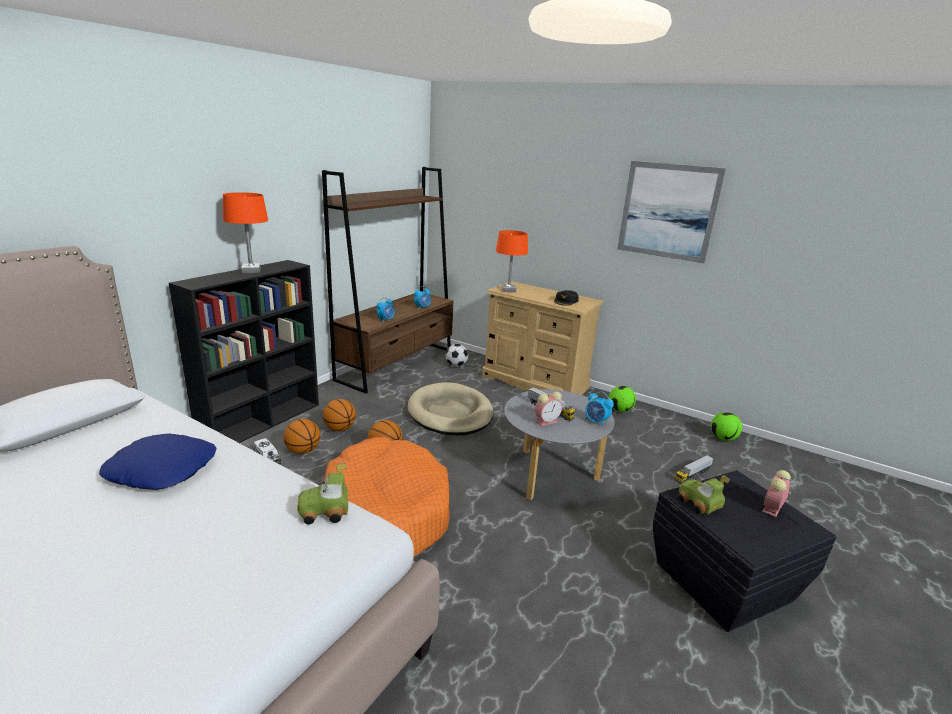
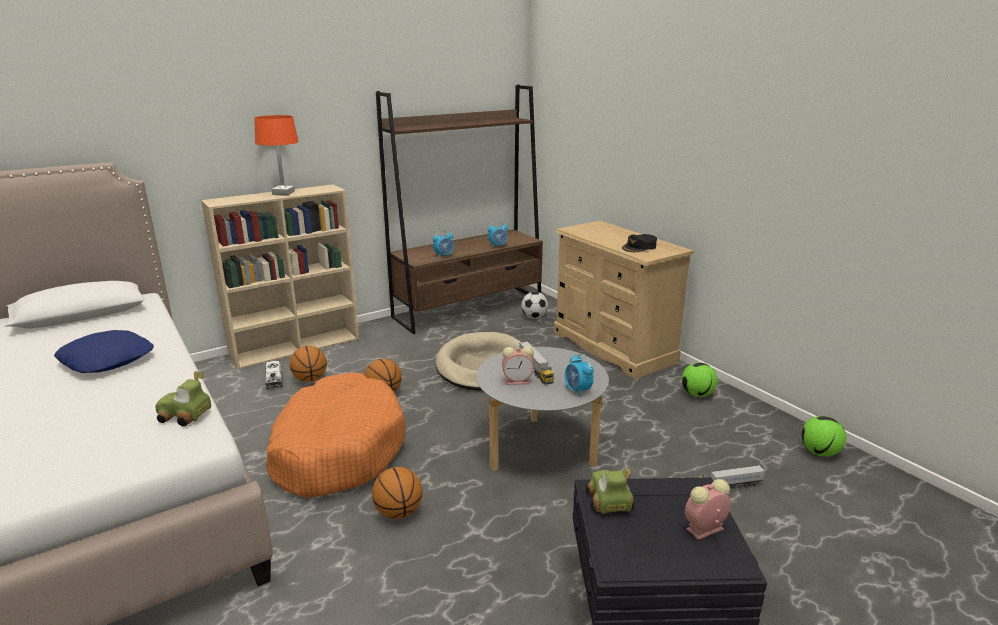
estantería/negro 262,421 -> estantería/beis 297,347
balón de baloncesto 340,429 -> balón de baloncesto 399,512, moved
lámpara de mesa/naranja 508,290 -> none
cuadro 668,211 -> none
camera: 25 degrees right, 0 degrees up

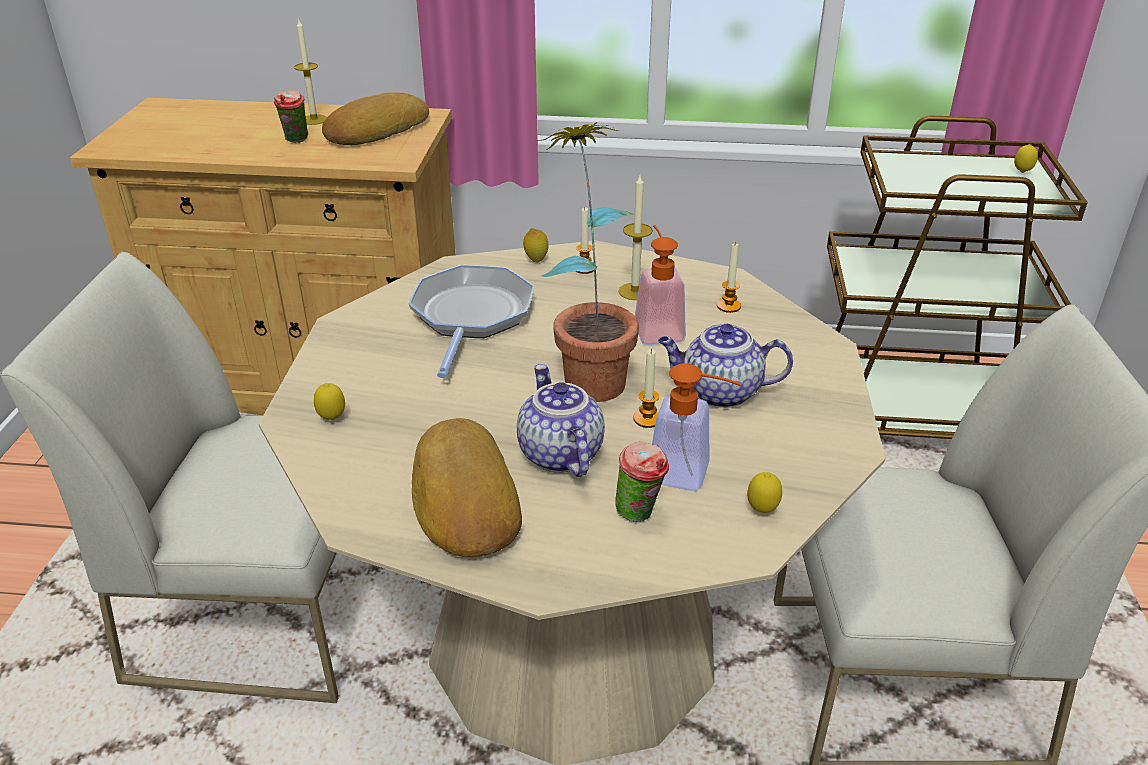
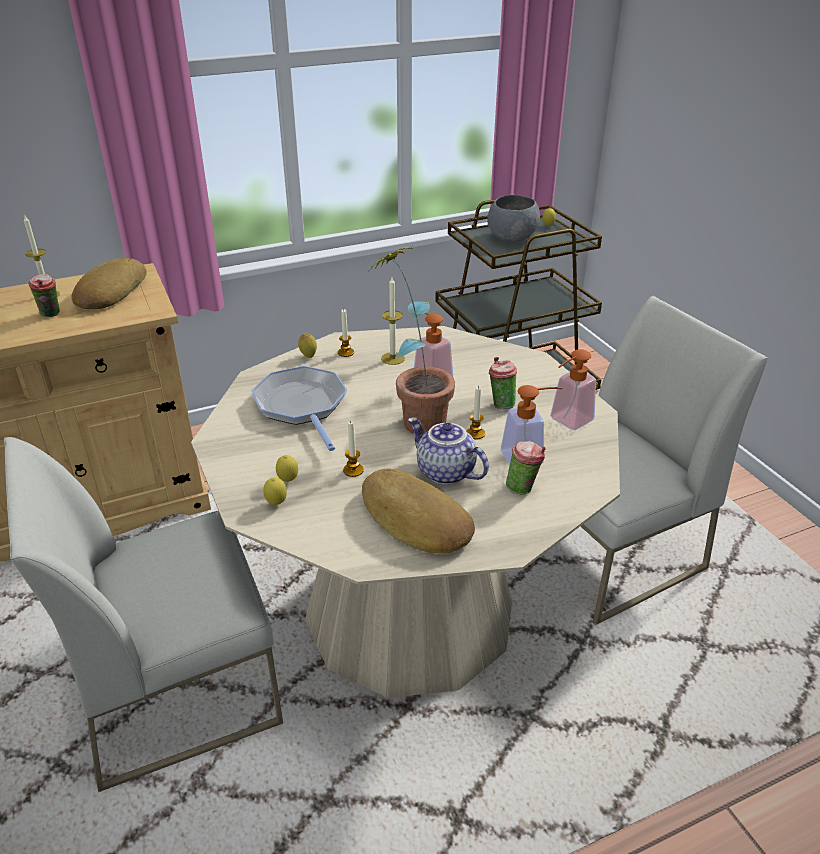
limón 762,511 -> limón 288,481, moved
vela 728,306 -> vela 353,470, moved
none -> cuenco/gris 511,238
tetera 719,392 -> taza 500,404
none -> dispensador de jabón 566,422
camera: 30 degrees left, 0 degrees up

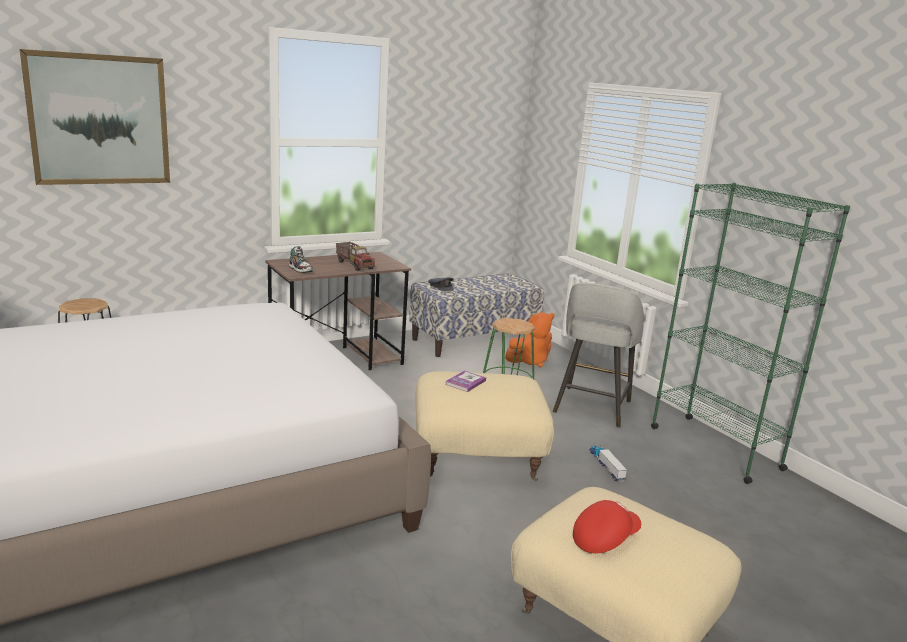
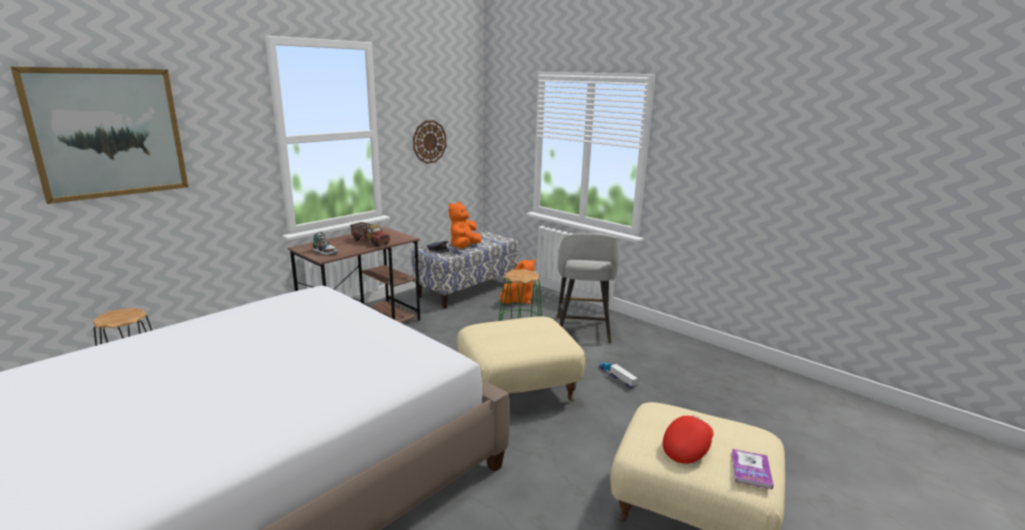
none -> reloj de pared 429,142
none -> peluche/naranja 464,247
libro 465,382 -> libro 751,470, moved
estantería/verde 714,447 -> none
camera: 15 degrees left, 0 degrees up

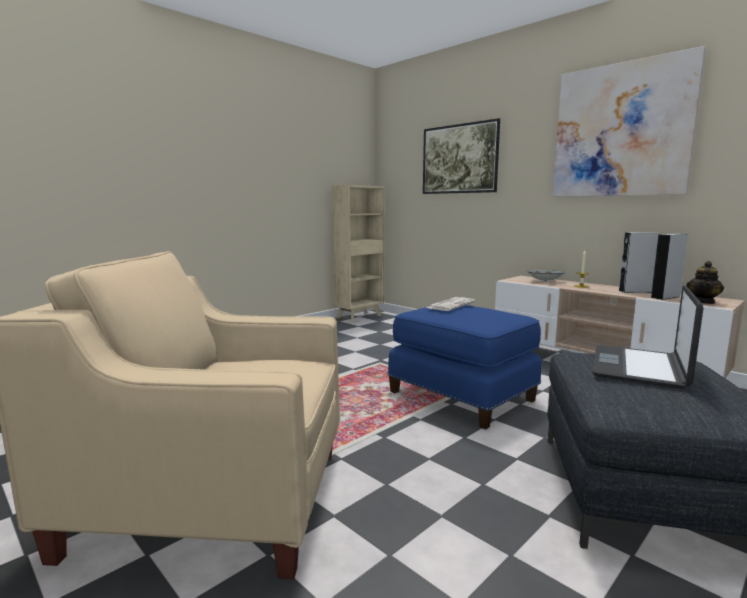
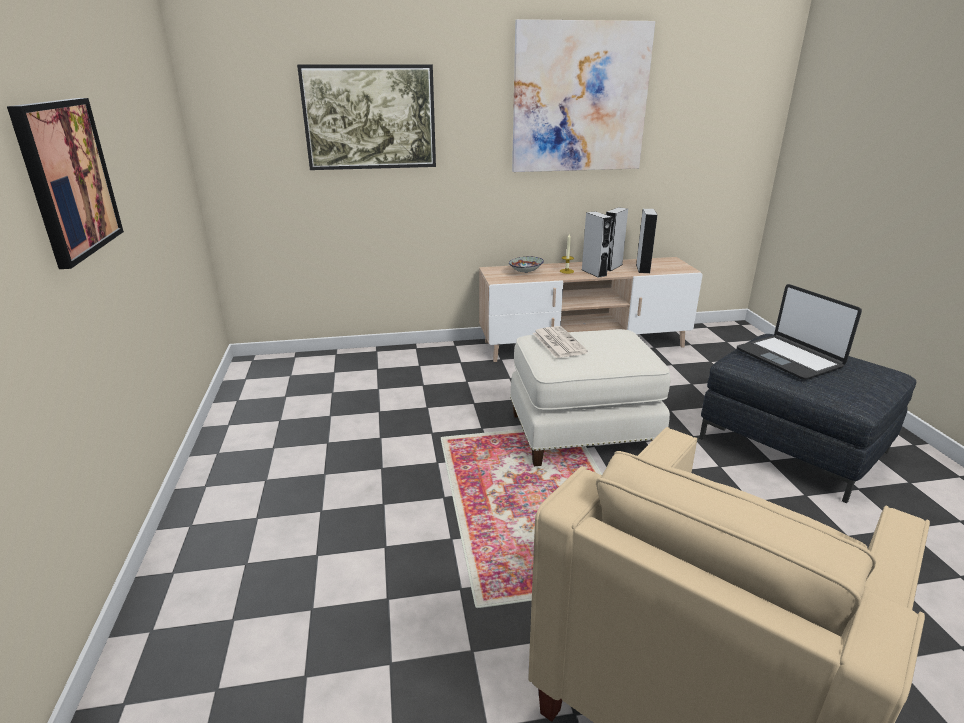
none -> cuadro 68,179
puf/azul 462,395 -> puf/blanco 582,432
none -> altavoz/gris 594,272
estantería/beis 360,317 -> none
tetera 703,301 -> none
camera: 55 degrees left, 15 degrees up

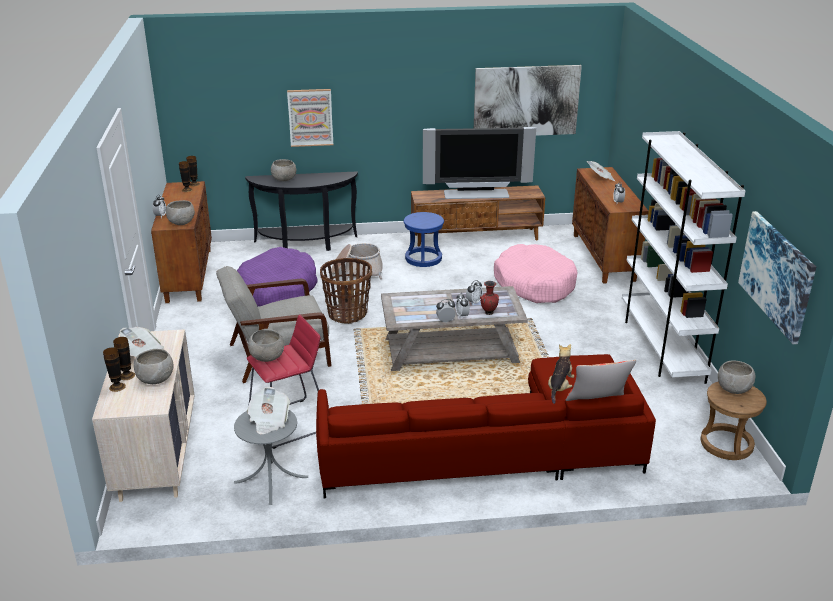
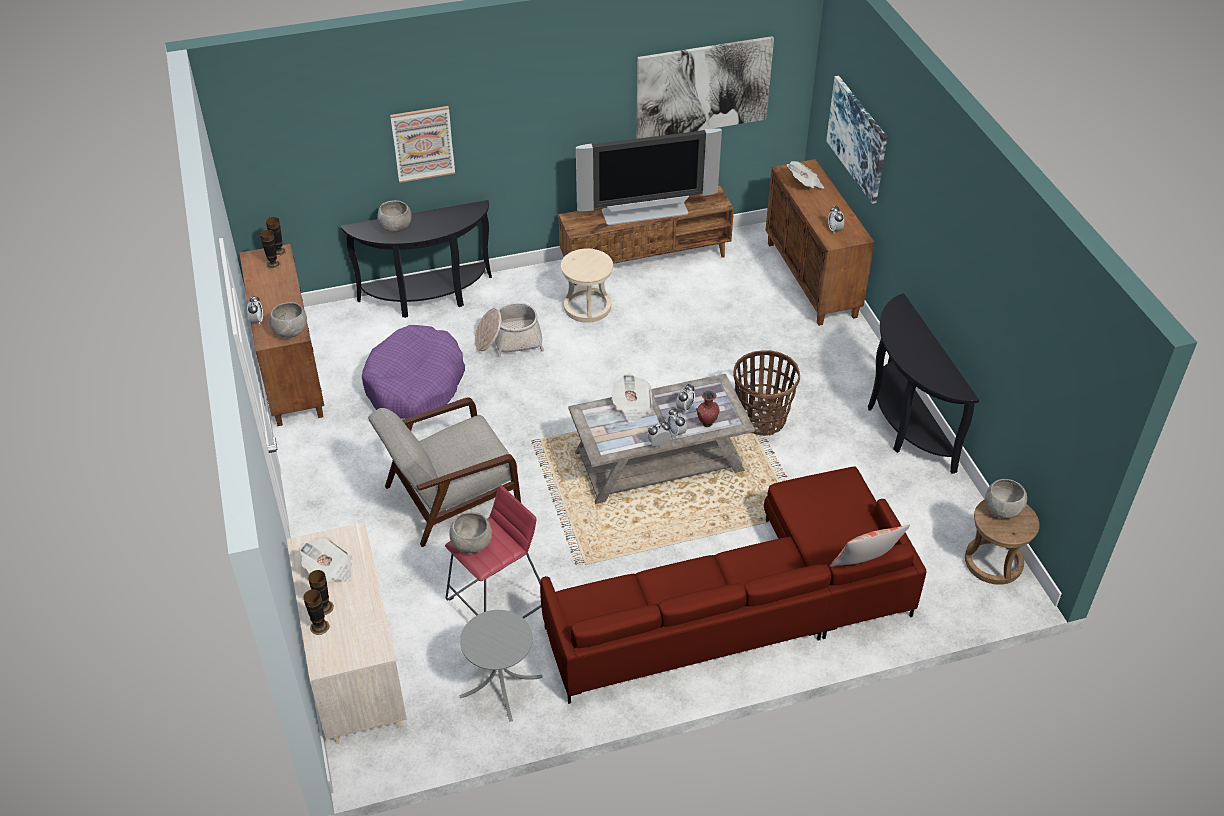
taburete/azul 423,258 -> taburete/beis 587,307
periódico 269,420 -> periódico 632,407, moved
cesta 347,314 -> cesta 761,419, moved
cuadro 777,275 -> cuadro 858,138, moved
estantería/blanco 661,347 -> mesa consola/negro 903,424
cuenco/gris 156,380 -> none
cama para perro/rosa 534,284 -> none
peluche 559,388 -> none
camera: 10 degrees left, 15 degrees up

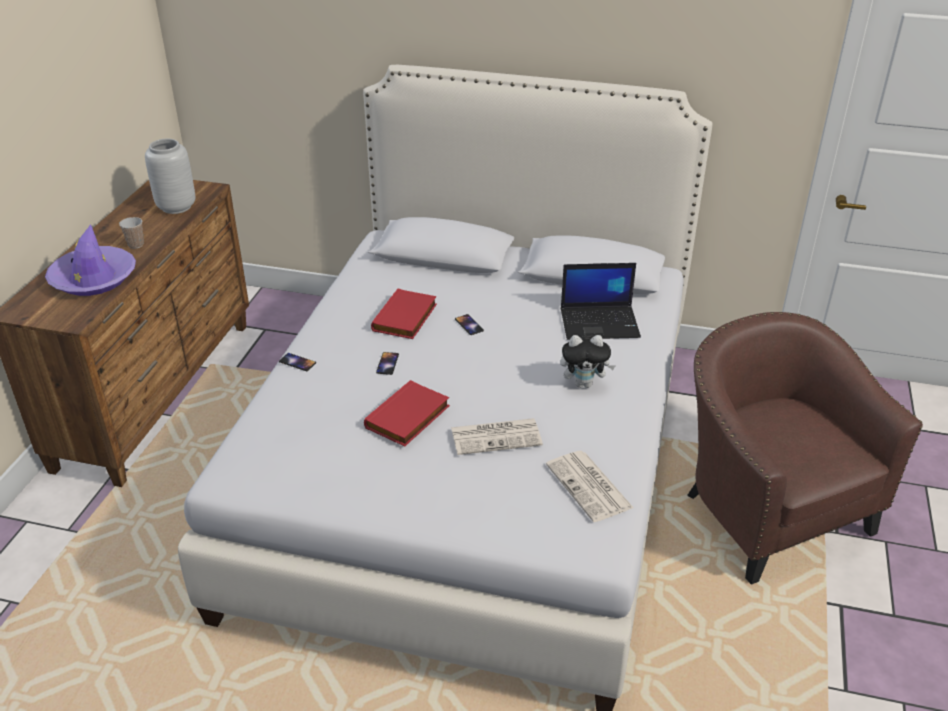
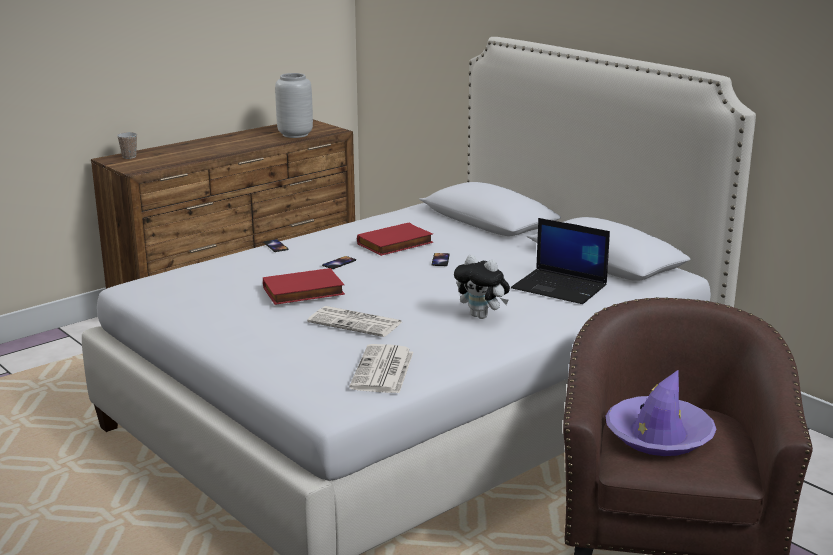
taza 136,245 -> taza 129,157, moved
sombrero/morado 93,279 -> sombrero/morado 659,436, moved
camera: 35 degrees right, 15 degrees down

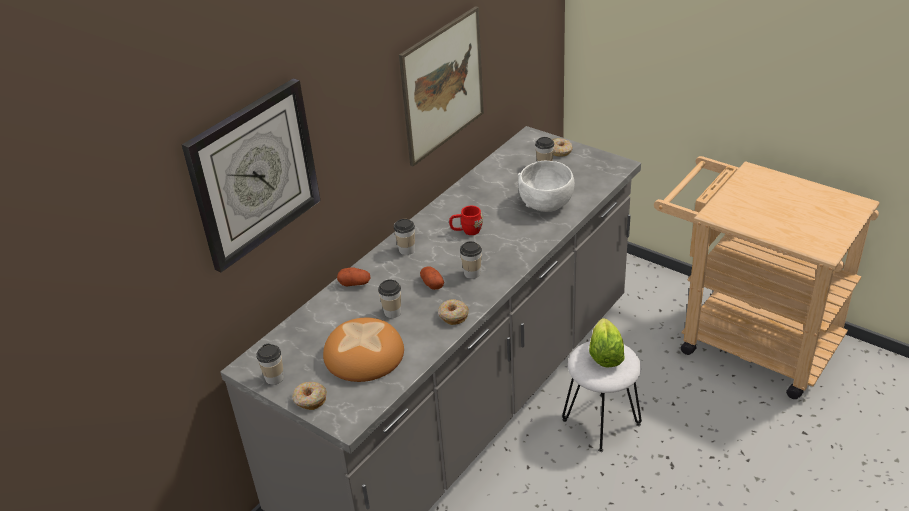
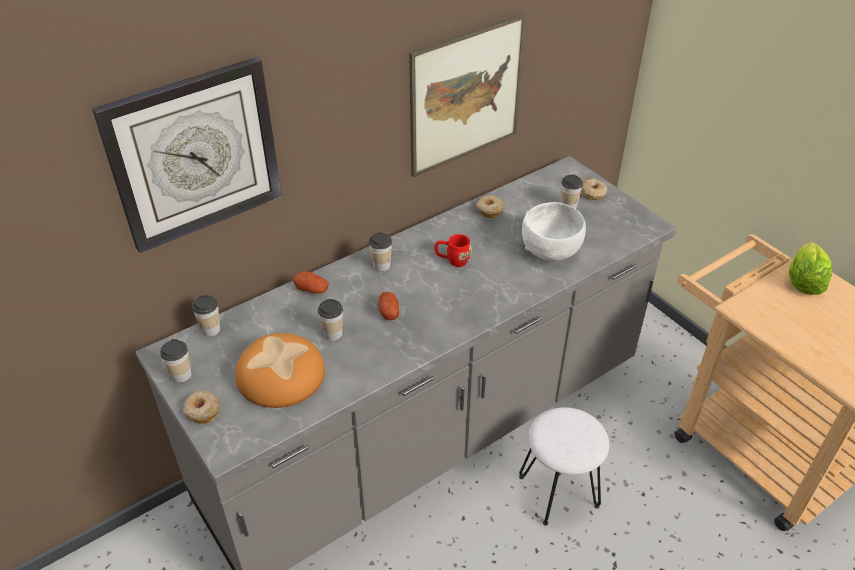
taza 472,273 -> taza 211,329, moved
rosquilla 453,316 -> rosquilla 489,210, moved
lechuga 605,355 -> lechuga 804,281, moved
camera: 15 degrees right, 5 degrees up

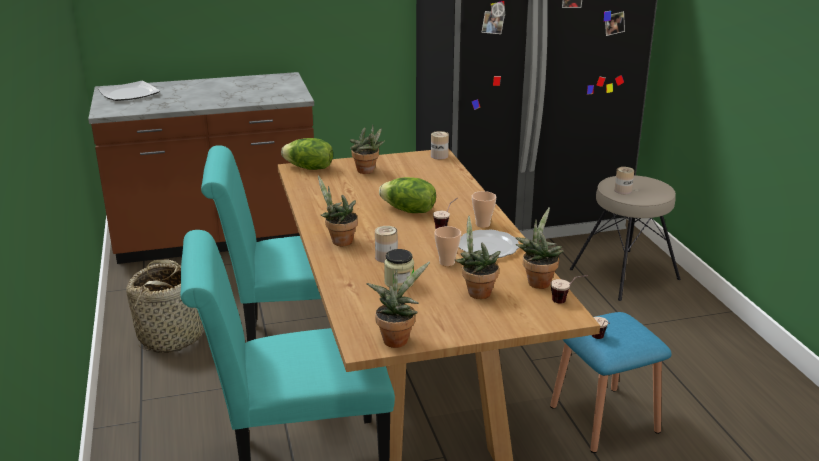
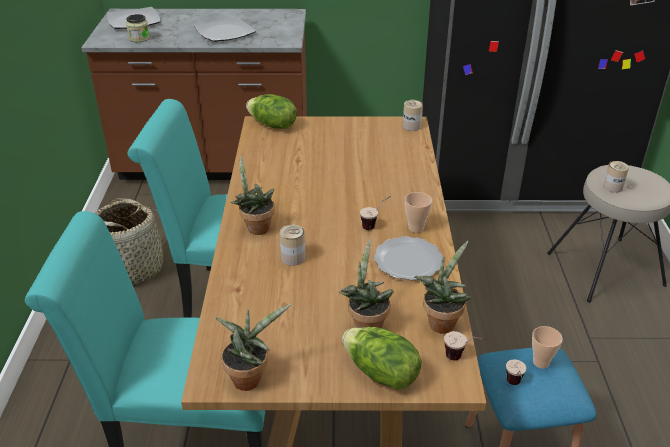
tarro 399,282 -> tarro 139,38, moved
none -> plato 224,32
lechuga 408,210 -> lechuga 380,373, moved
taza 447,262 -> taza 541,362, moved
planta en maceta 367,171 -> none
camera: 15 degrees right, 10 degrees up

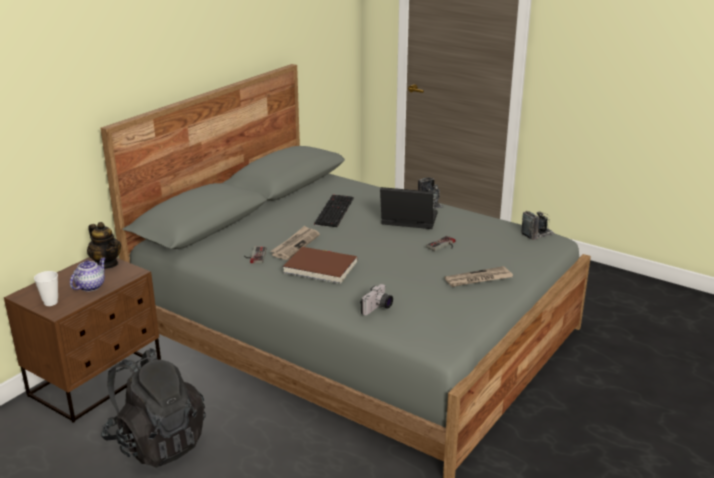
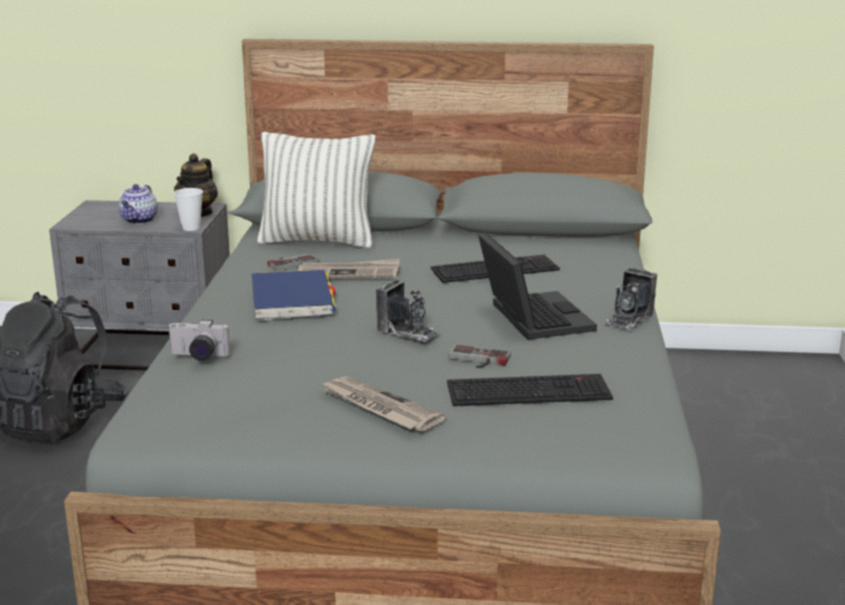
mesita de noche/marrón 97,381 -> mesita de noche/gris 154,354
tetera 90,286 -> tetera 139,220, 105 degrees clockwise
taza 50,302 -> taza 191,228, moved
libro/marrón 320,268 -> libro/azul 292,300
none -> cojín 317,241
cámara 537,234 -> cámara 408,331, moved
none -> teclado 530,390
camera: 60 degrees right, 5 degrees down

